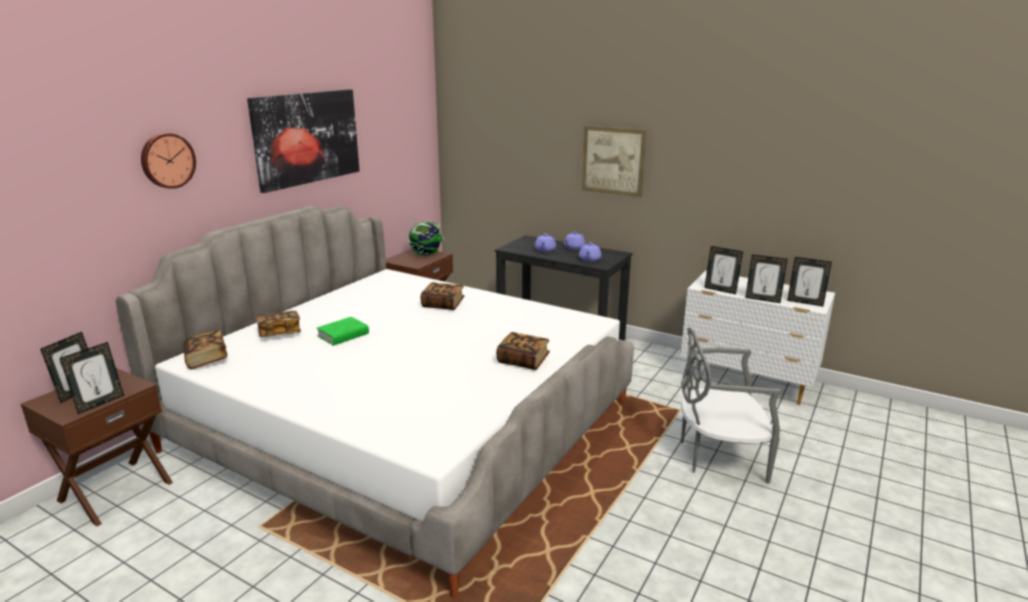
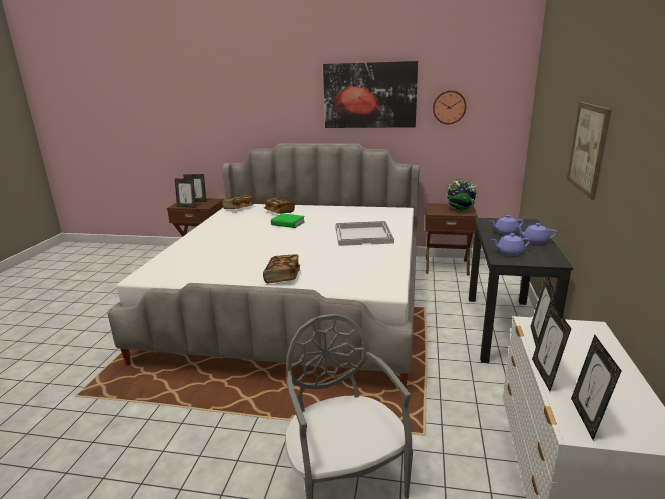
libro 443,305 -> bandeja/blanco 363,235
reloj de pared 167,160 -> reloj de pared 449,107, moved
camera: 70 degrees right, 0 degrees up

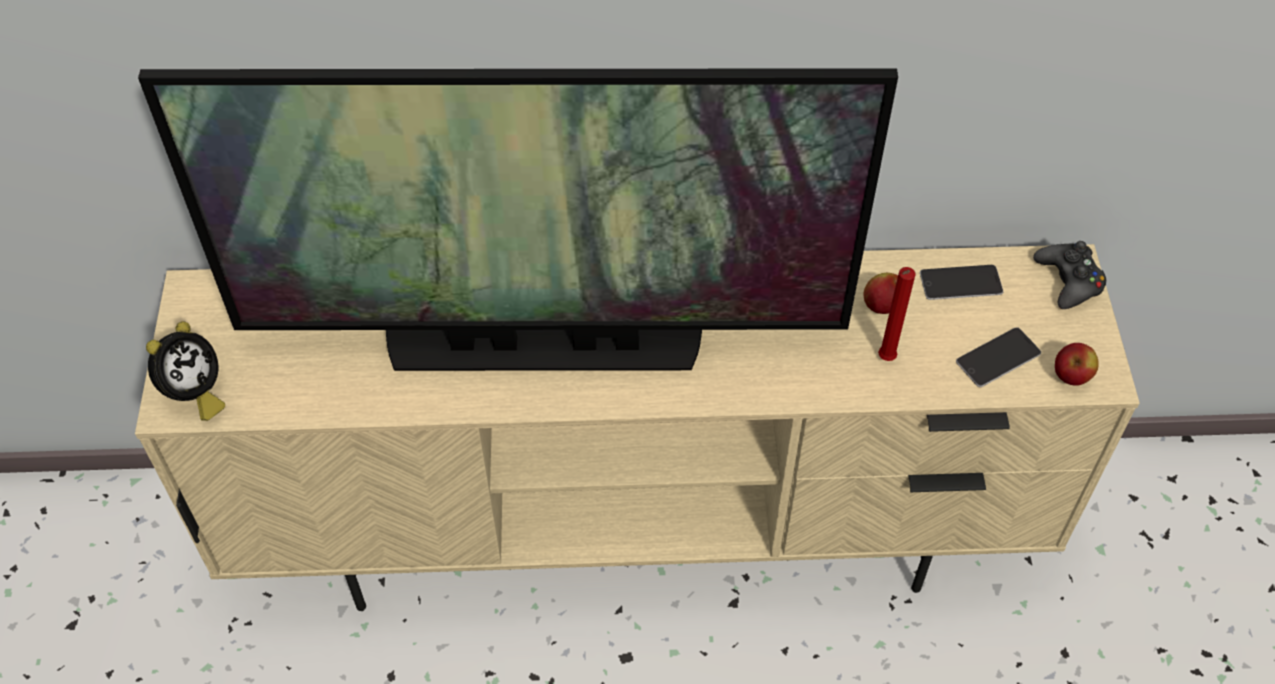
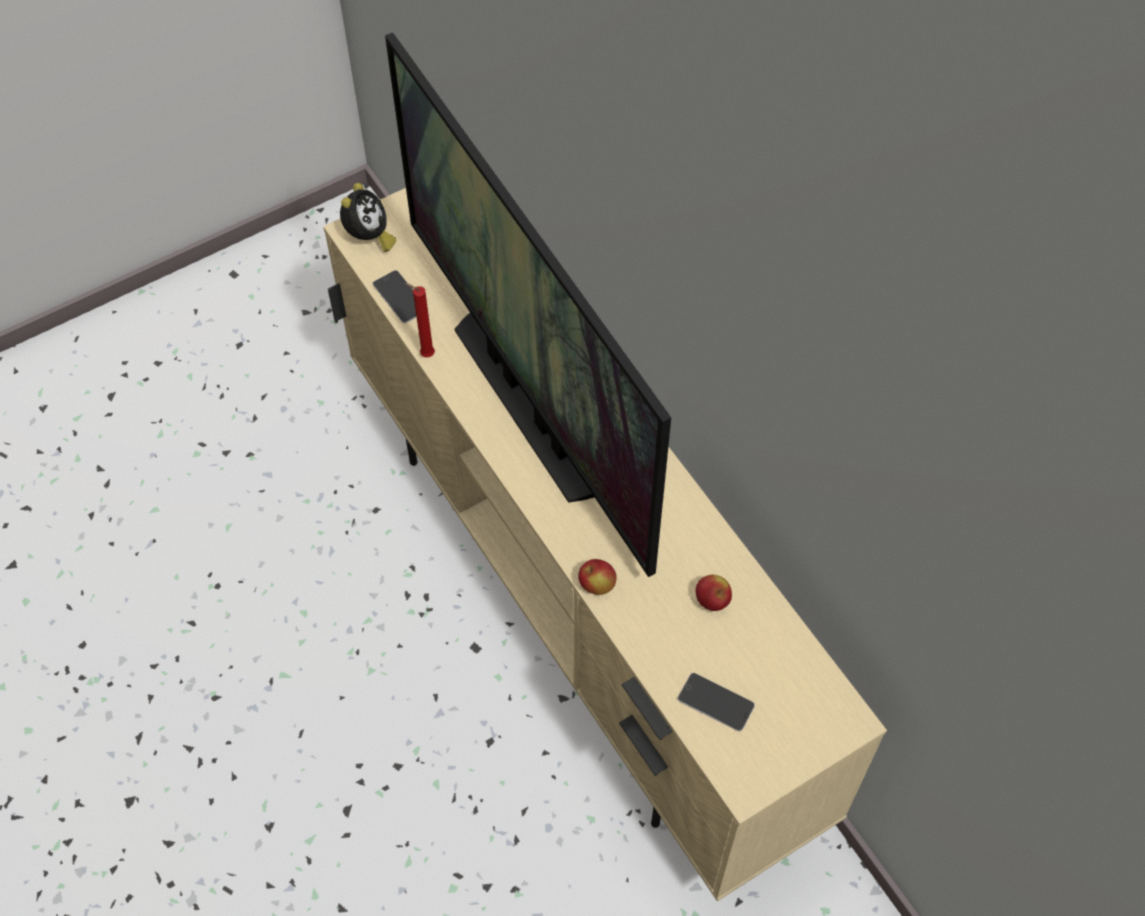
despertador 194,394 -> despertador 368,237, 75 degrees counterclockwise
móvil 961,282 -> móvil 400,297, moved
vela/rojo 885,360 -> vela/rojo 425,354, moved
manzana 1071,376 -> manzana 597,585, moved
mando de consola/negro 1069,280 -> none
camera: 60 degrees right, 5 degrees up

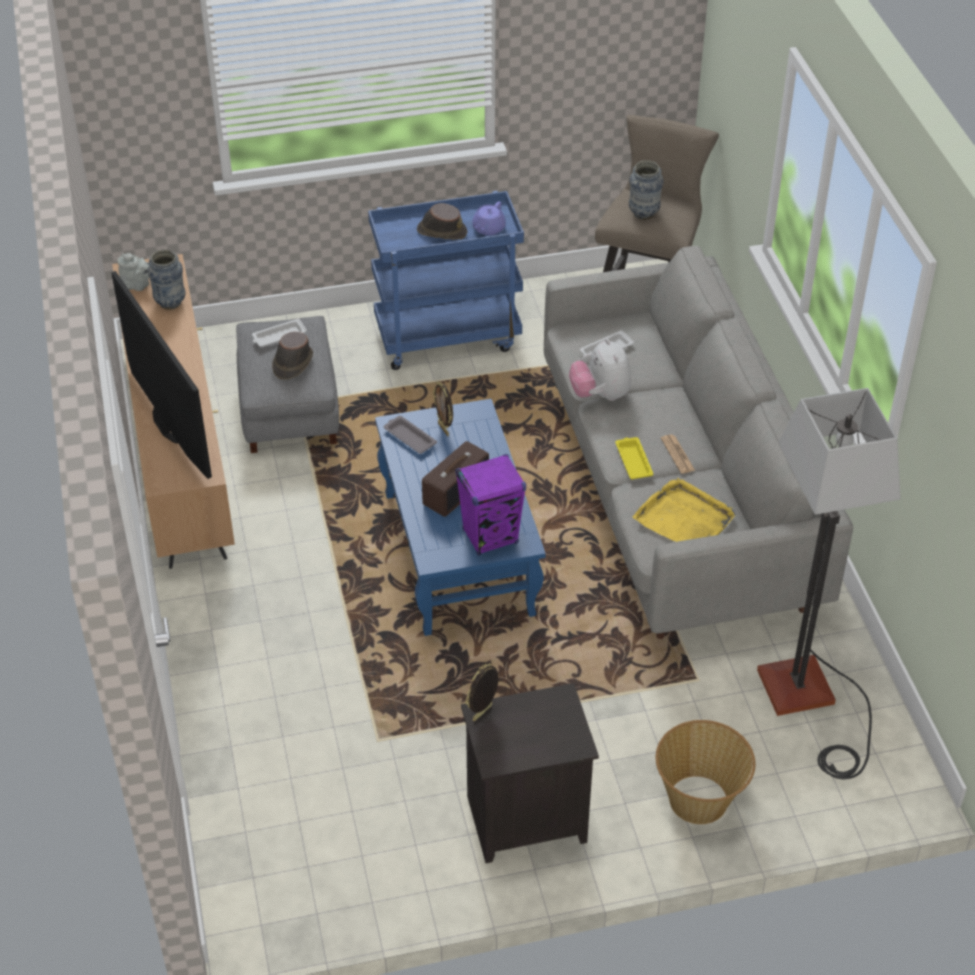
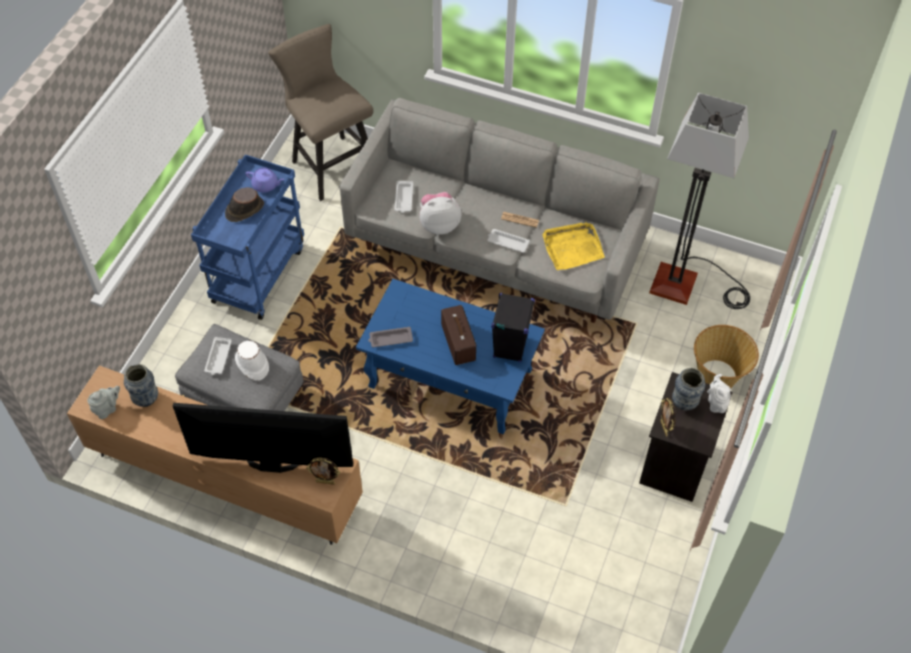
sombrero/marrón 292,363 -> sombrero/blanco 252,364
tetera/morado 488,229 -> tetera/morado 266,185, 45 degrees counterclockwise
portarretratos 444,429 -> portarretratos 325,482, moved
peluche 600,395 -> peluche 439,224, 150 degrees clockwise
bandeja/amarillo 633,460 -> bandeja/blanco 507,242
altavoz/morado 490,536 -> altavoz/negro 510,347
florero 643,214 -> florero 684,403, moved
none -> tetera/blanco 716,403
camera: 55 degrees left, 10 degrees up

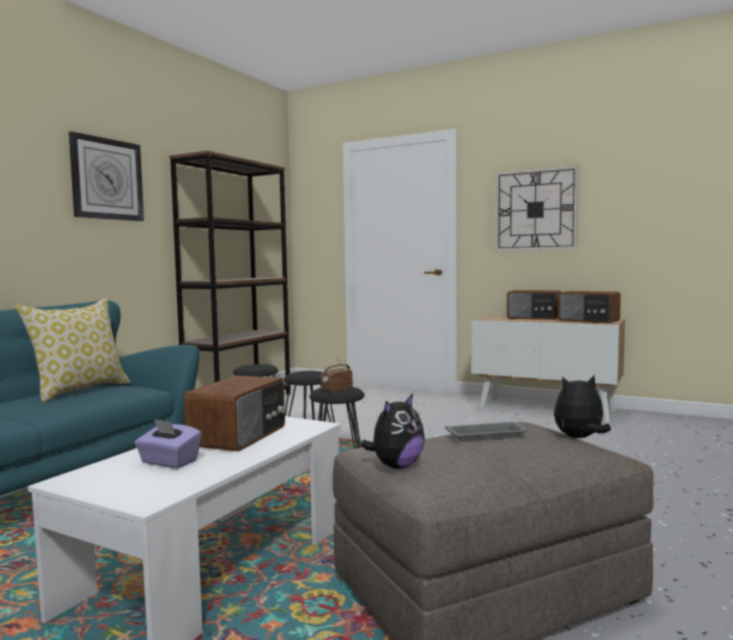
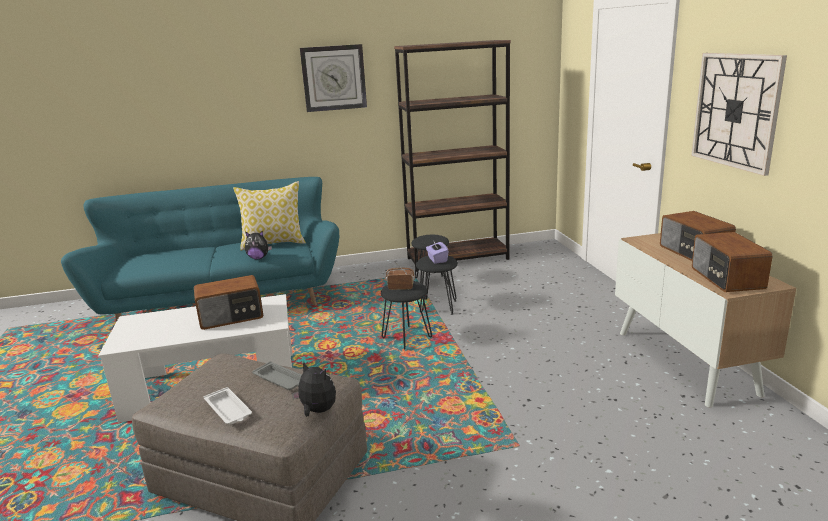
none -> bandeja/blanco 228,410
peluche 396,466 -> peluche 258,258, moved
caja de pañuelos/morado 169,462 -> caja de pañuelos/morado 437,259, moved
camera: 50 degrees right, 15 degrees up

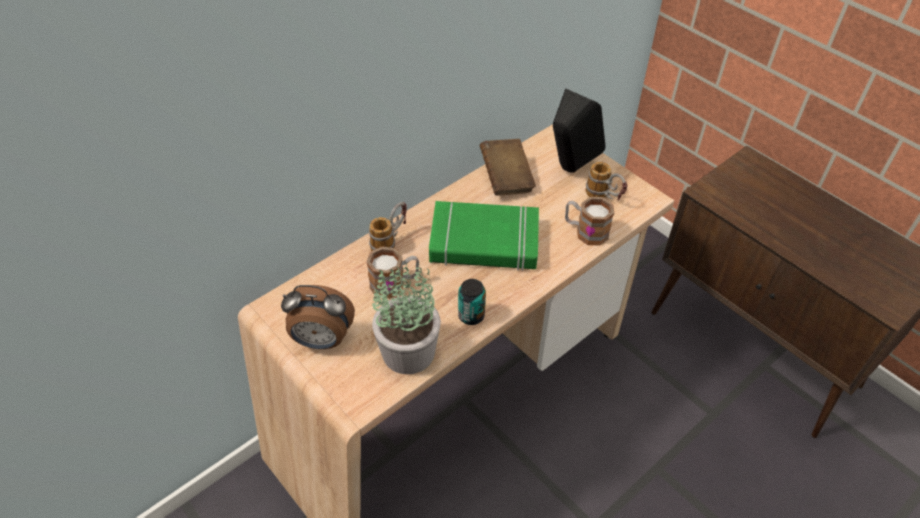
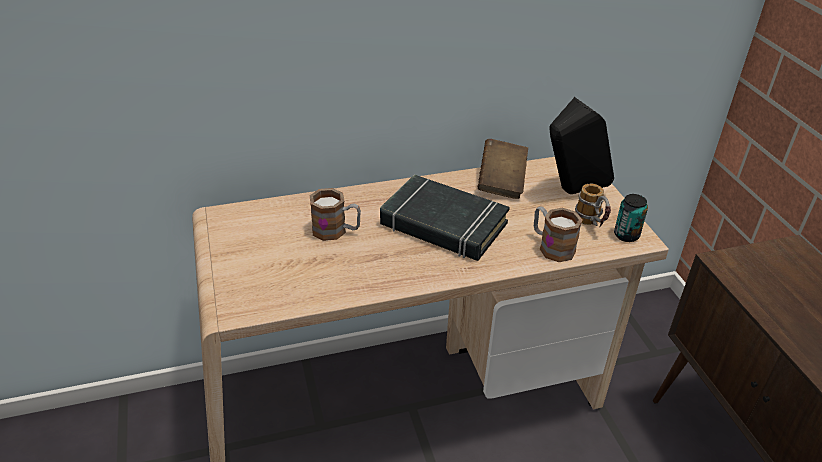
libro/verde 484,242 -> libro/negro 443,225
lata 471,316 -> lata 626,235, moved
despertador 322,340 -> none
taza grande 390,241 -> none
planta en maceta 409,350 -> none
camera: 25 degrees right, 10 degrees down

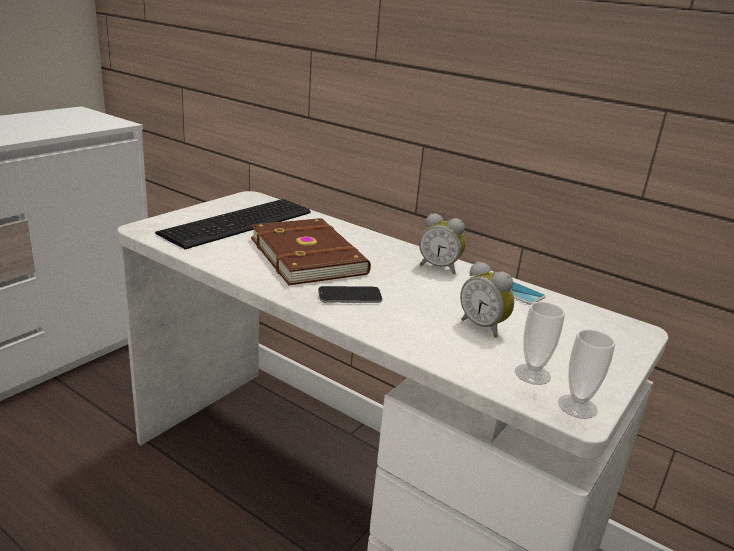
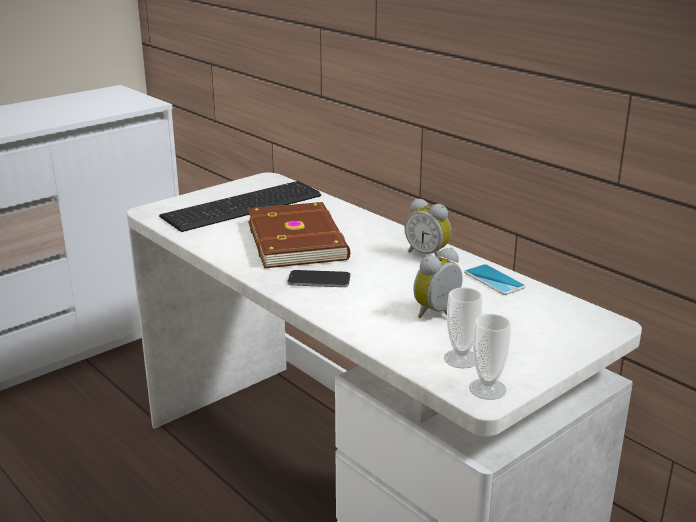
despertador 483,326 -> despertador 439,313, 75 degrees clockwise
camera: 15 degrees right, 0 degrees up

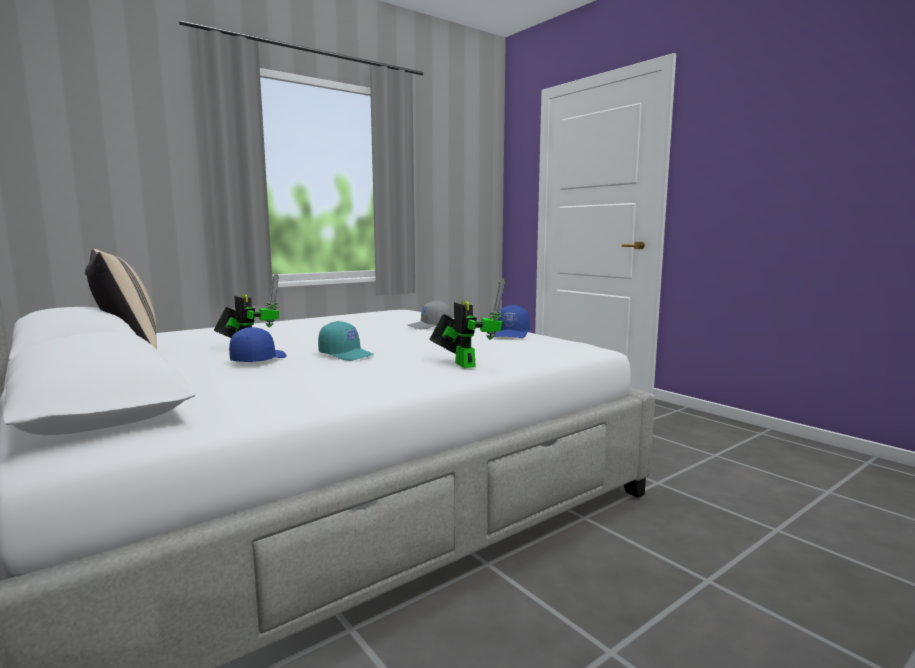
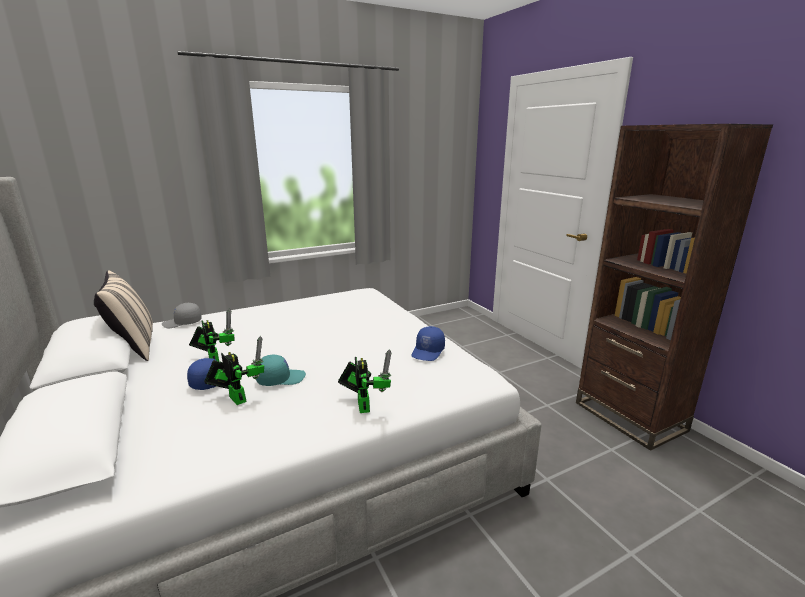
gorra/gris 430,326 -> gorra/gris 182,323, moved
none -> robot de juguete 236,397
gorra/turquesa 347,355 -> gorra/turquesa 280,378, 60 degrees counterclockwise
none -> estantería/marrón 629,416
camera: 10 degrees right, 10 degrees up

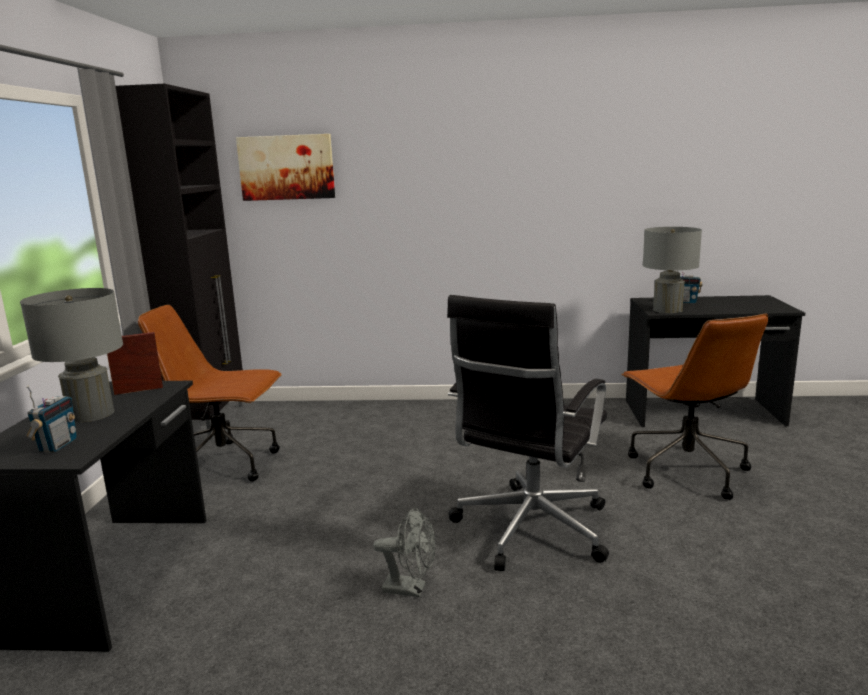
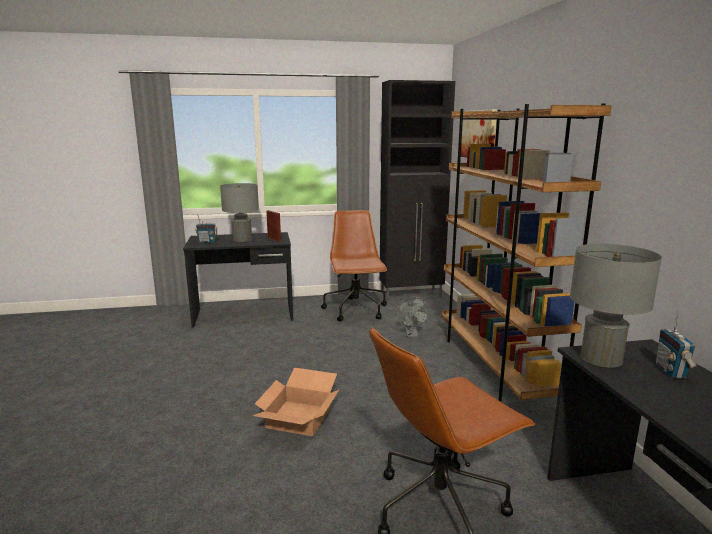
silla de oficina/negro 529,530 -> caja de cartón 298,417
ventilador/gris 411,589 -> ventilador/gris 412,334, moved
none -> estantería/marrón 494,366
camera: 75 degrees right, 0 degrees up

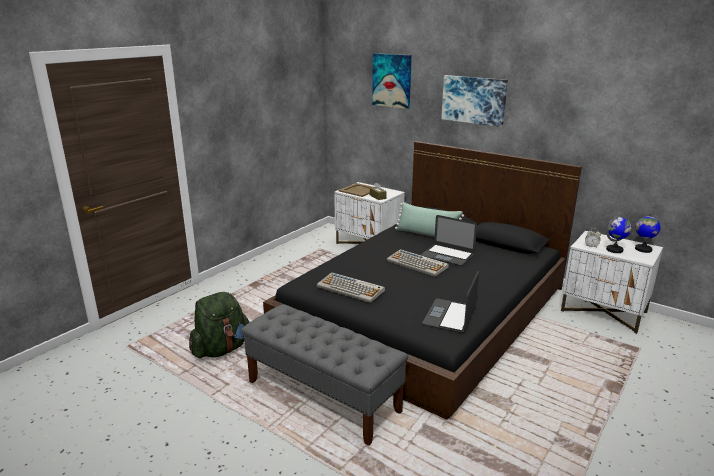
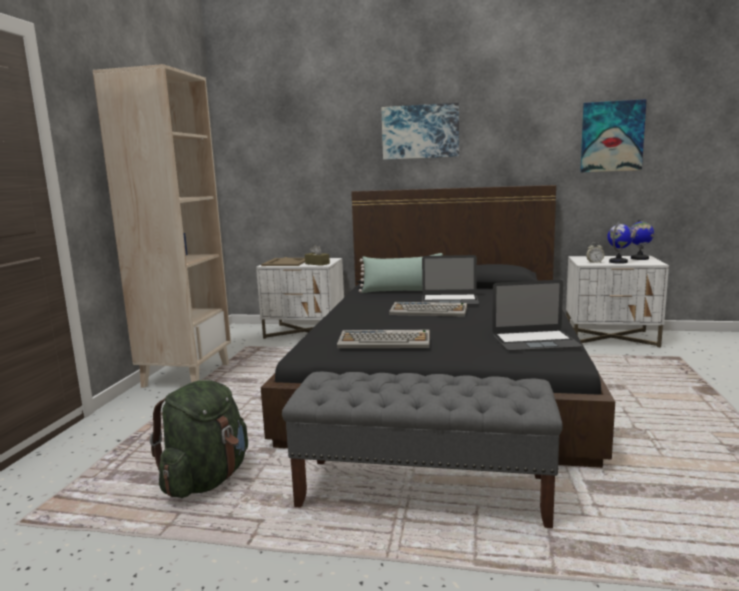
none -> estantería/beis 186,375
portátil 450,315 -> portátil 535,341, 90 degrees counterclockwise
cuadro 392,80 -> cuadro 612,136, moved
camera: 25 degrees left, 10 degrees down

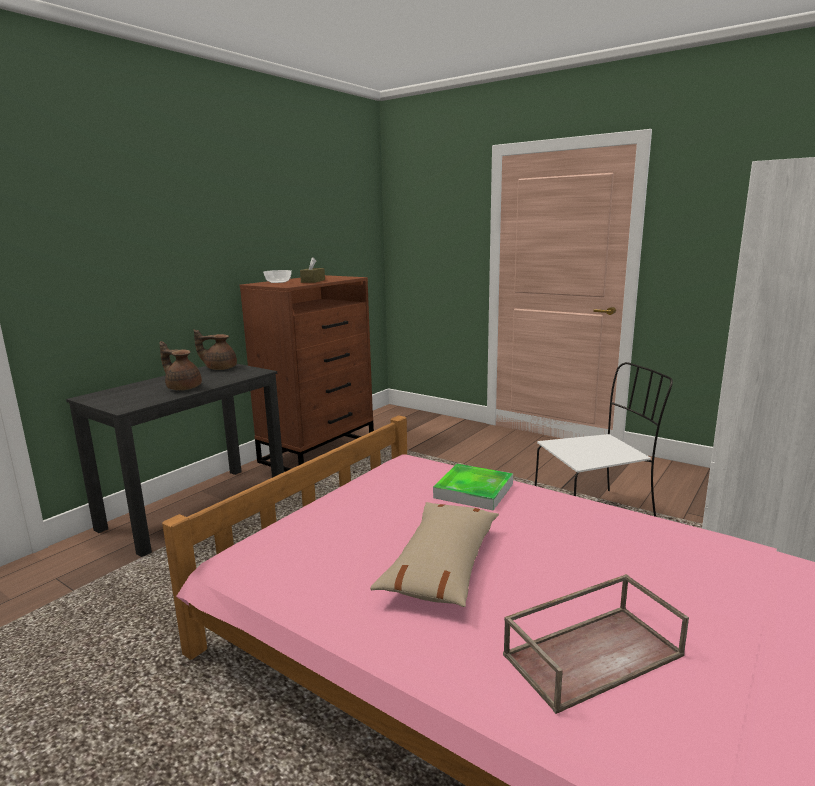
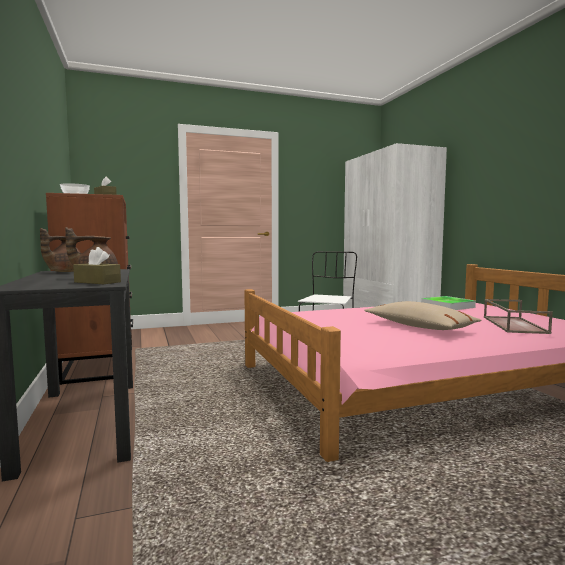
none -> caja de pañuelos/marrón 97,282
bandeja 473,491 -> bandeja 447,306, moved
camera: 55 degrees left, 10 degrees down

